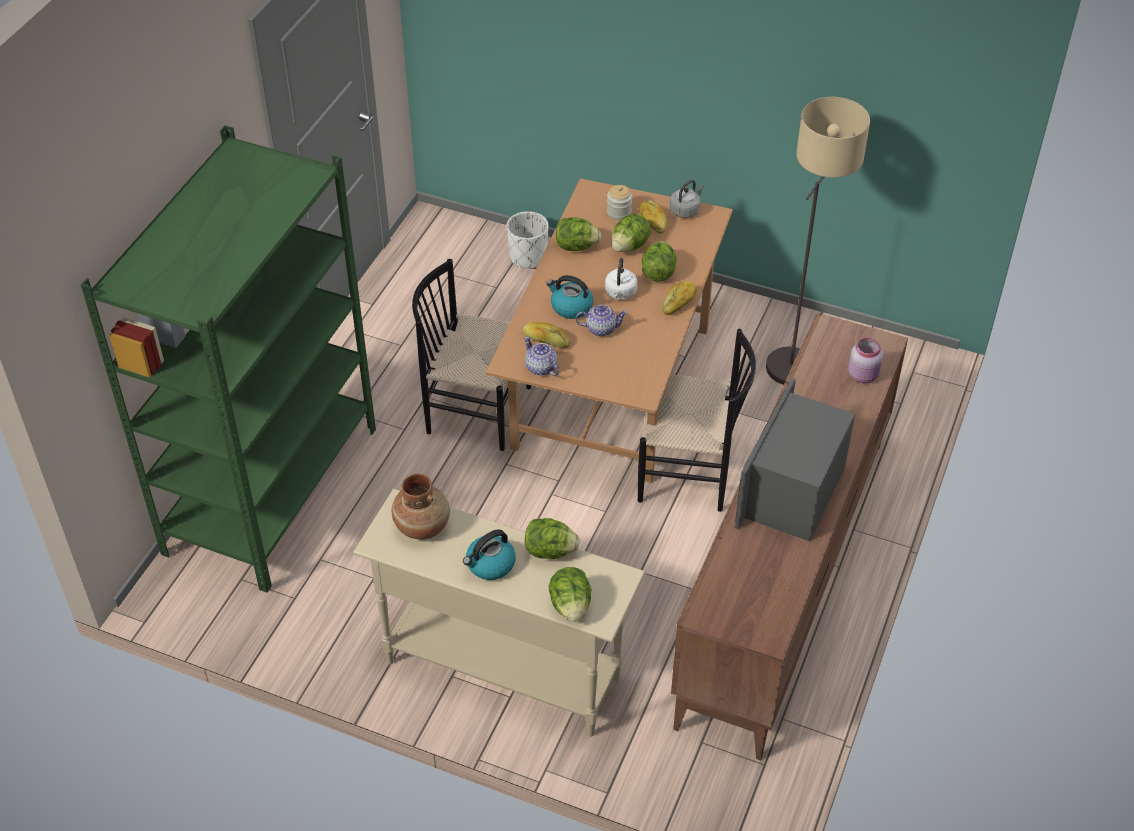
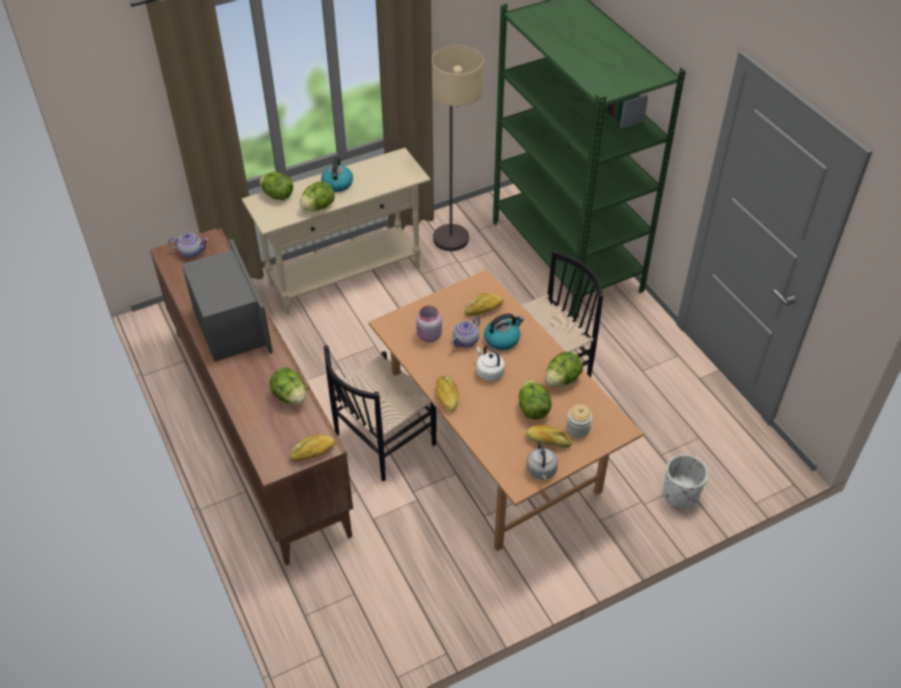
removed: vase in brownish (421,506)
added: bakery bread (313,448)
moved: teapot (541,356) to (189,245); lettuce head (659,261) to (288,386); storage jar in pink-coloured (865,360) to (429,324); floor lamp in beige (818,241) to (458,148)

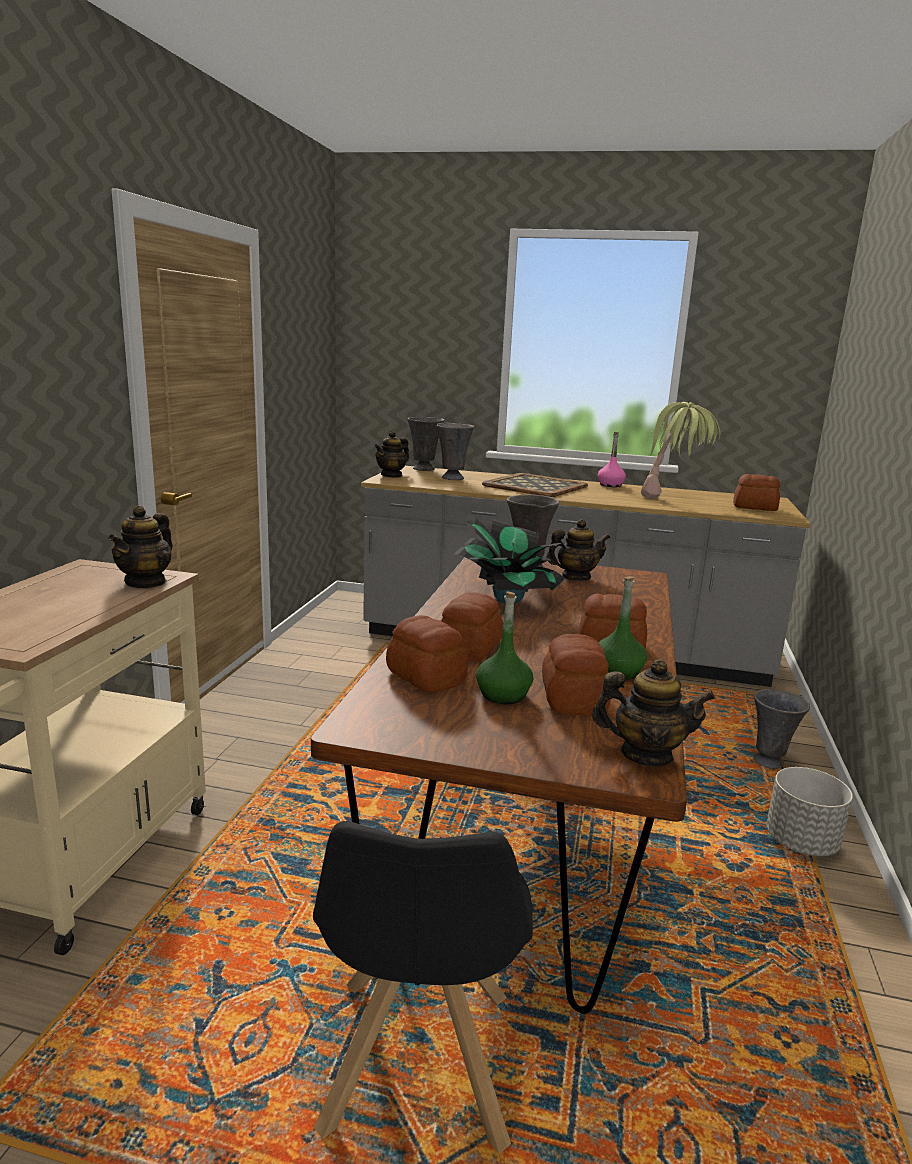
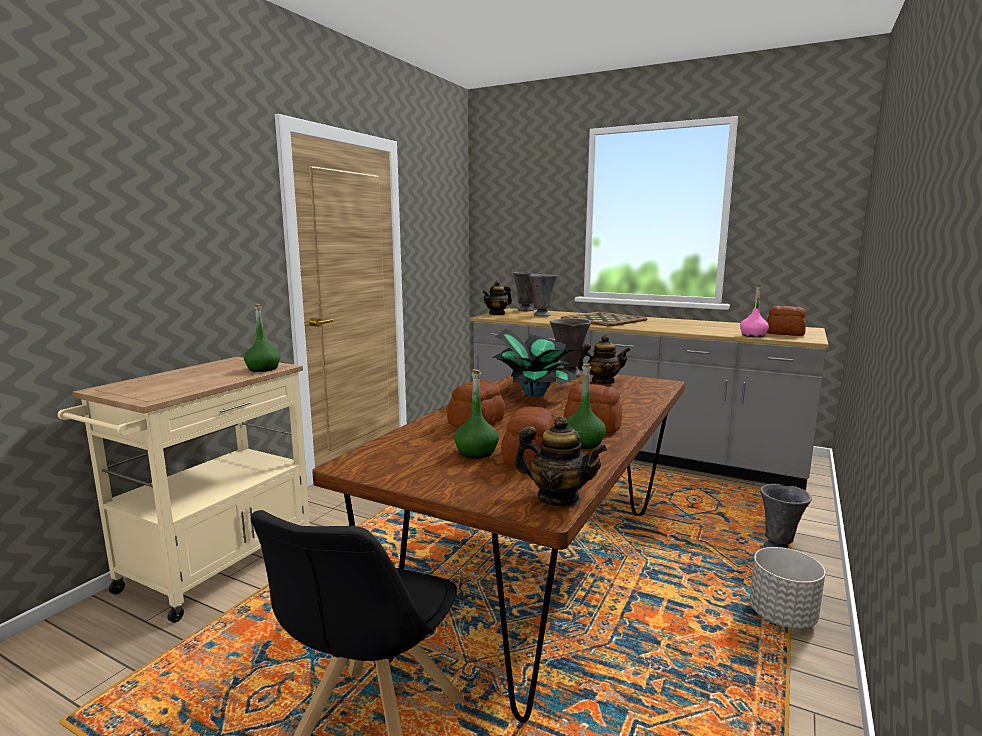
removed: bakery bread (427,654); potted plant (680,450)
moved: drink bottle in pink-coloured (612,459) to (754,311)
replaced: teapot (140,546) to drink bottle in greenish (262,338)

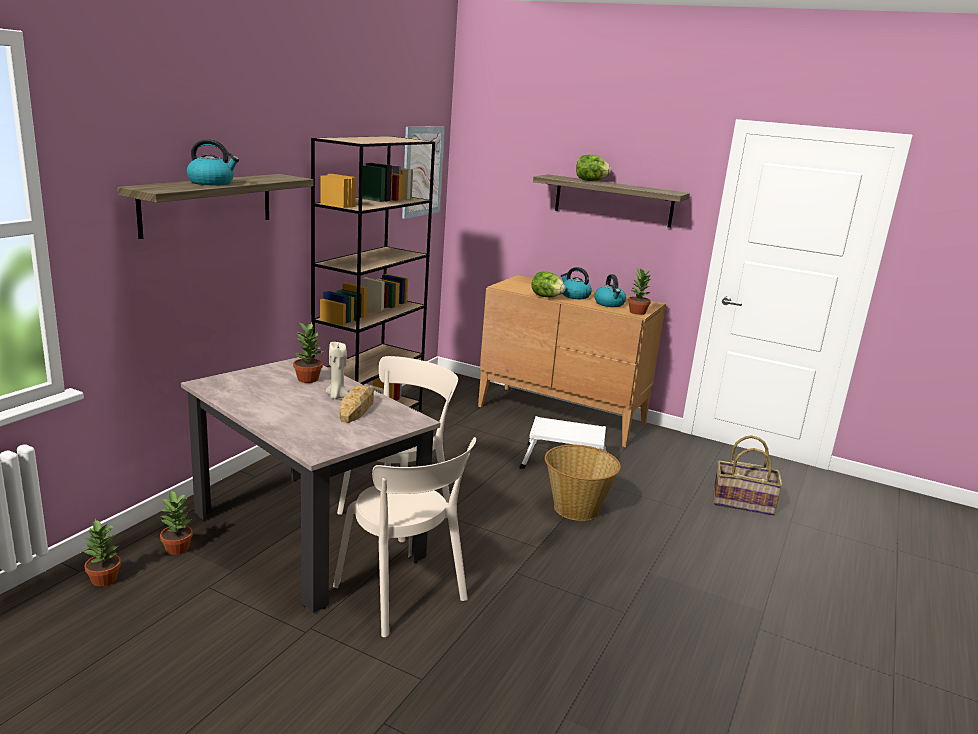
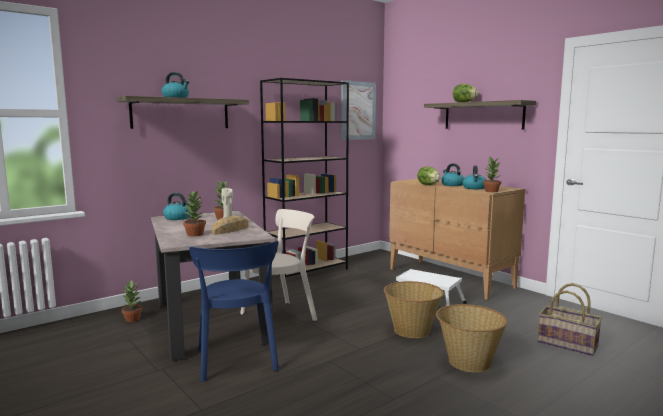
added: tea kettle (176,206); household basket (471,338)
moved: potted plant (102,552) to (194,214)
recoloured: chair in beige (404,537) to chair in blue-coloured (234,311)

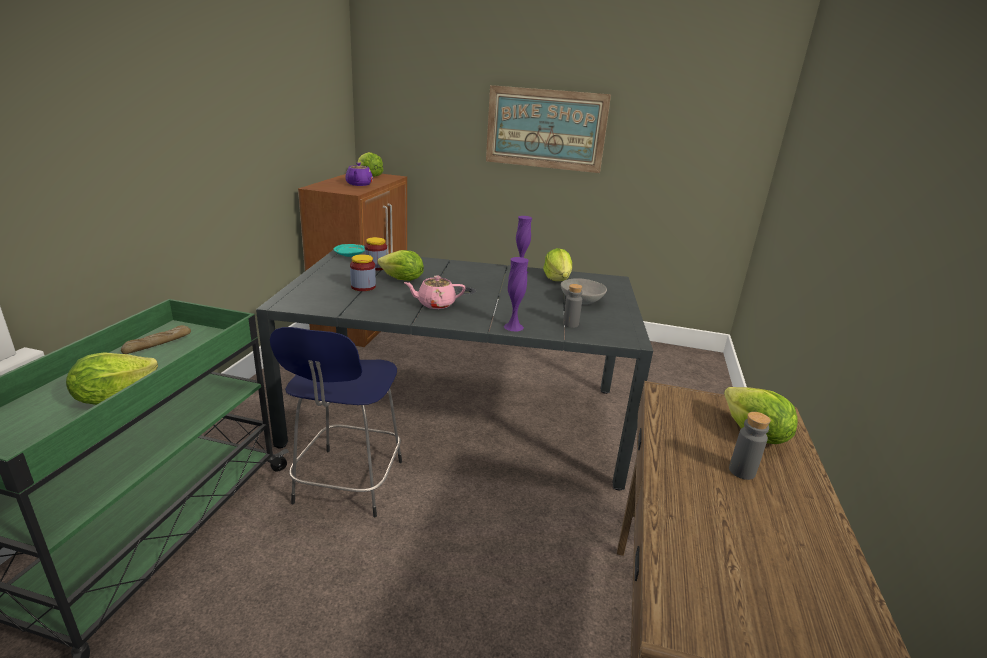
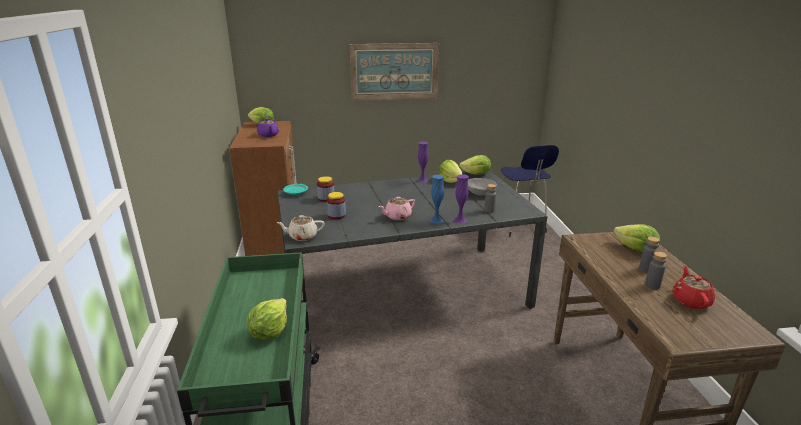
removed: bakery bread (156,339)
added: teapot in beige (300,228); vase in blue-coloured (437,199); drink bottle in gray (656,270); teapot in red (693,287)
moved: lettuce head (400,265) to (475,164); stool seat in blue-coloured (336,422) to (530,191)

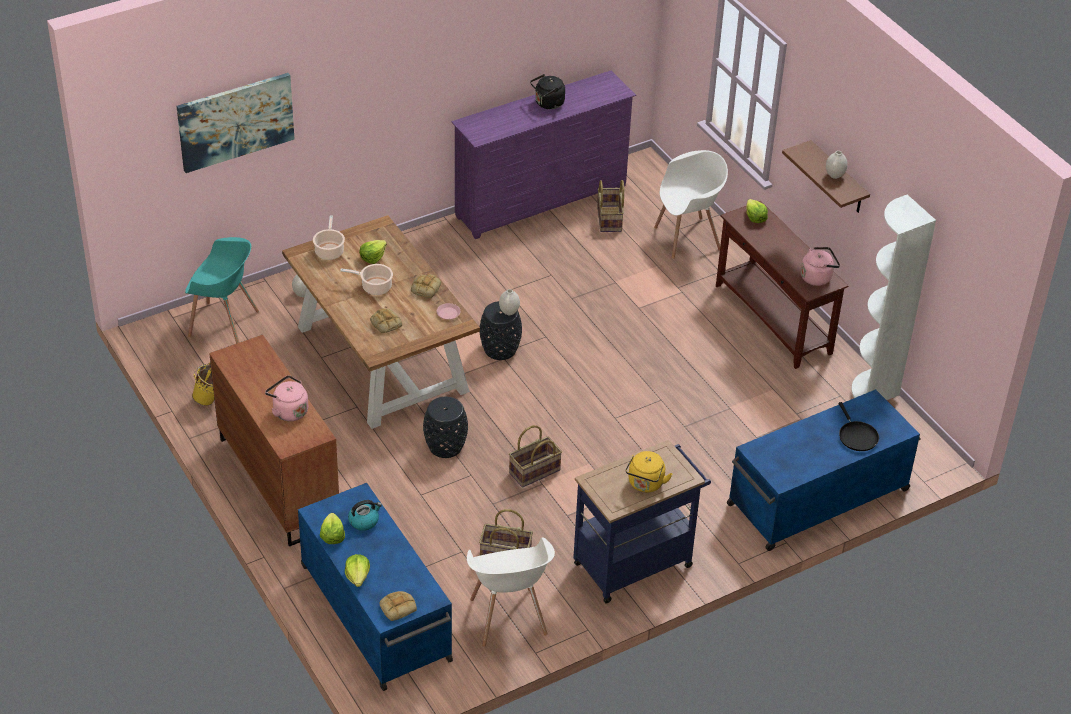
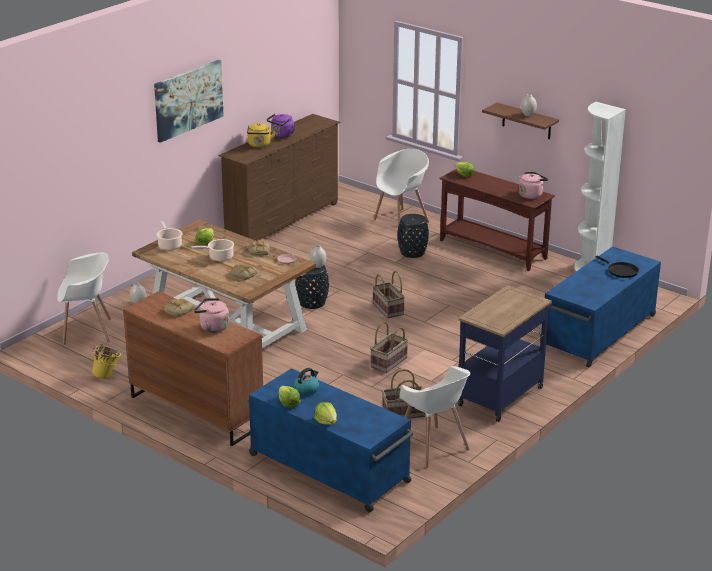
moved: wall picture (235,123) to (189,101); bakery bread (398,606) to (178,308); tea kettle in yellow (648,471) to (261,135); household basket (610,206) to (388,295); stool seat in blackish (445,427) to (413,236)
recoloured: chair in turquoise (222,290) to chair in whitish (84,298); drawer chest in purplish (543,155) to drawer chest in brownish (279,177); tea kettle in blackish (547,91) to tea kettle in purplish (281,126)

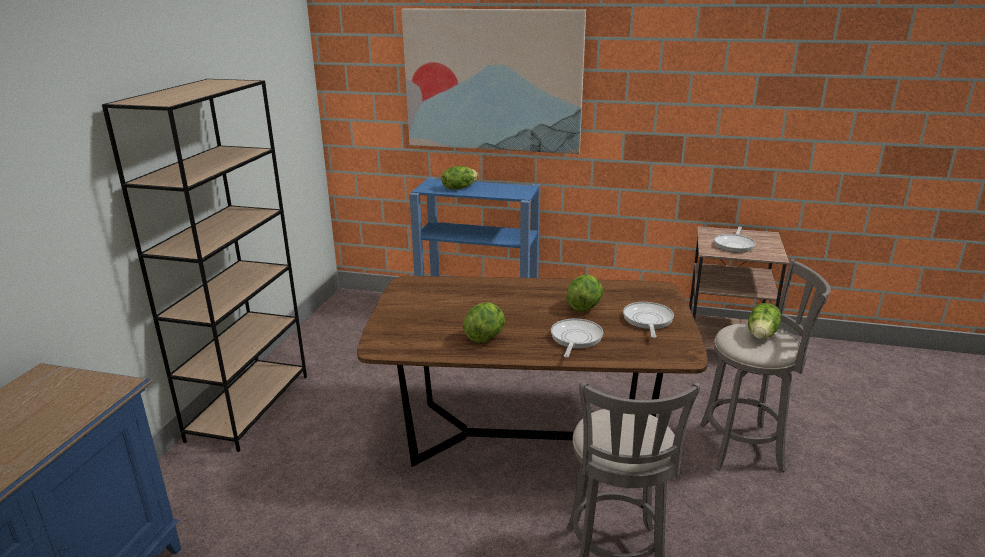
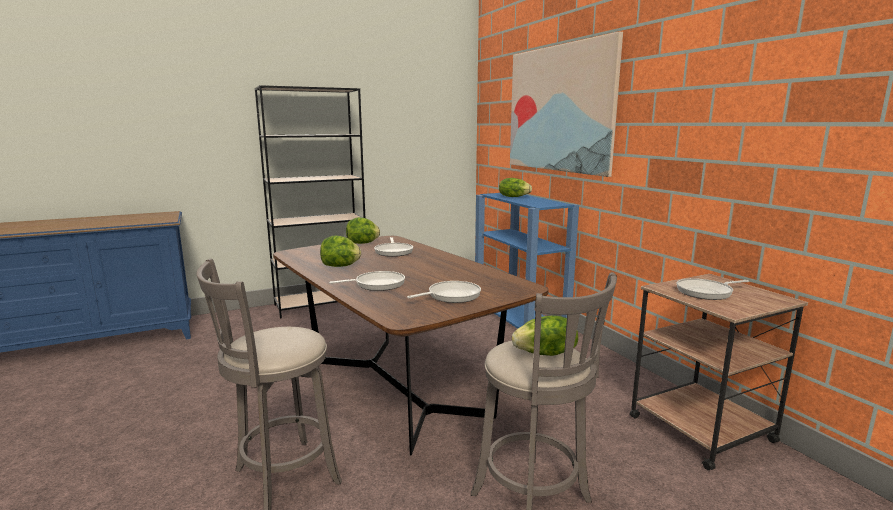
added: frying pan (393,247)
moved: lettuce head (584,293) to (363,230)

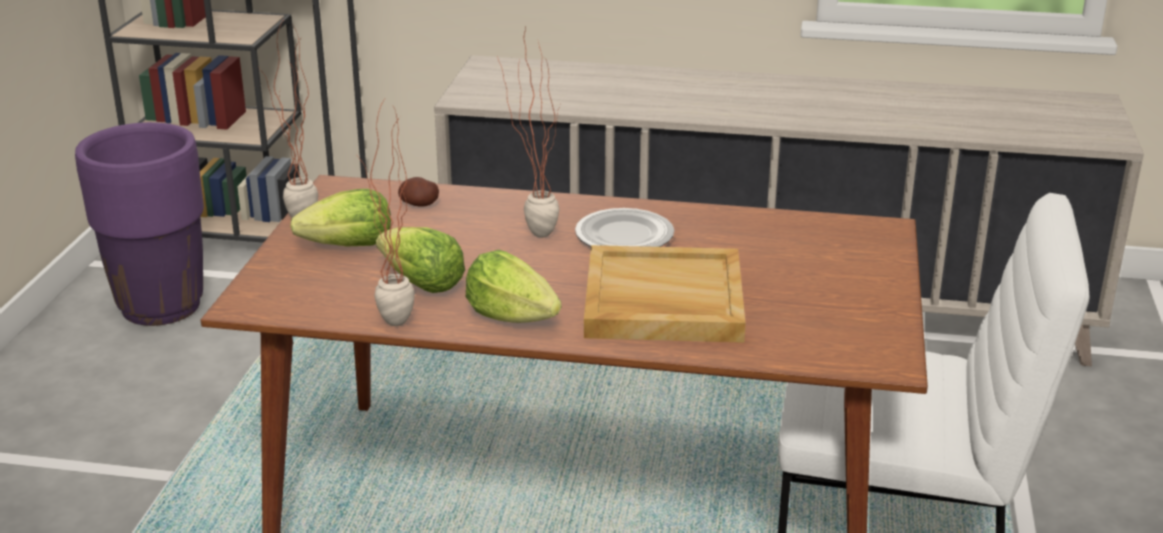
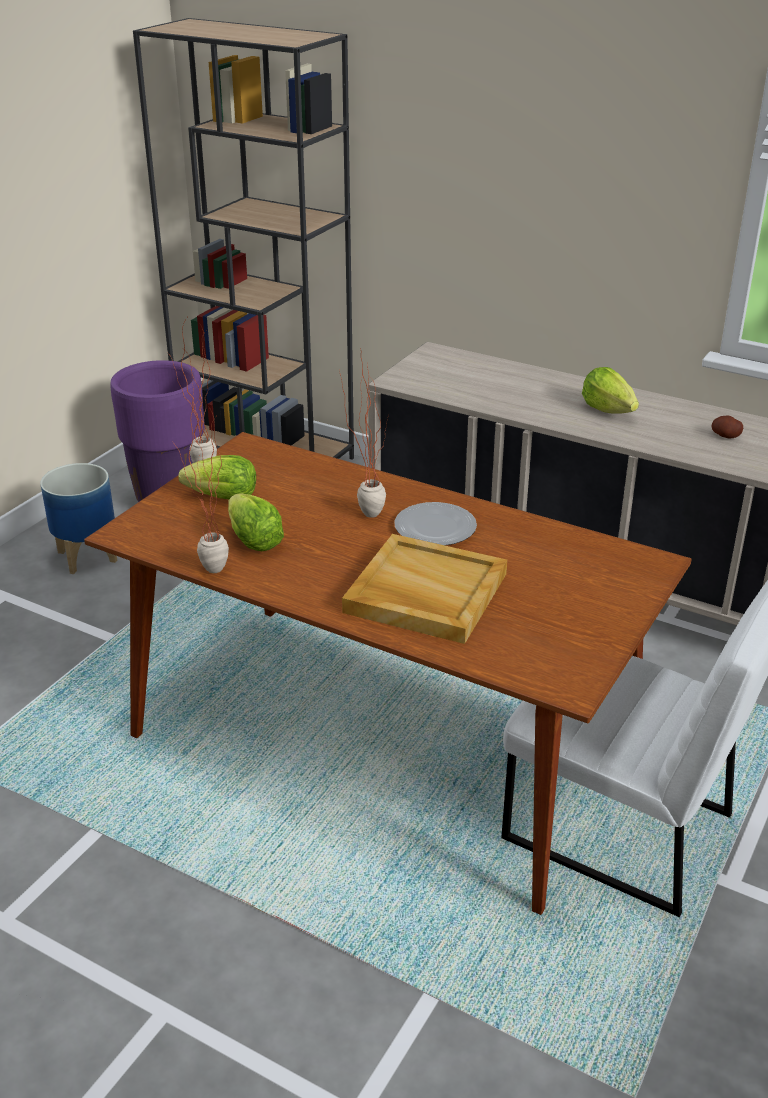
added: plant pot (78,518)
moved: lettuce head (513,286) to (610,390); whole potato (418,192) to (727,427)

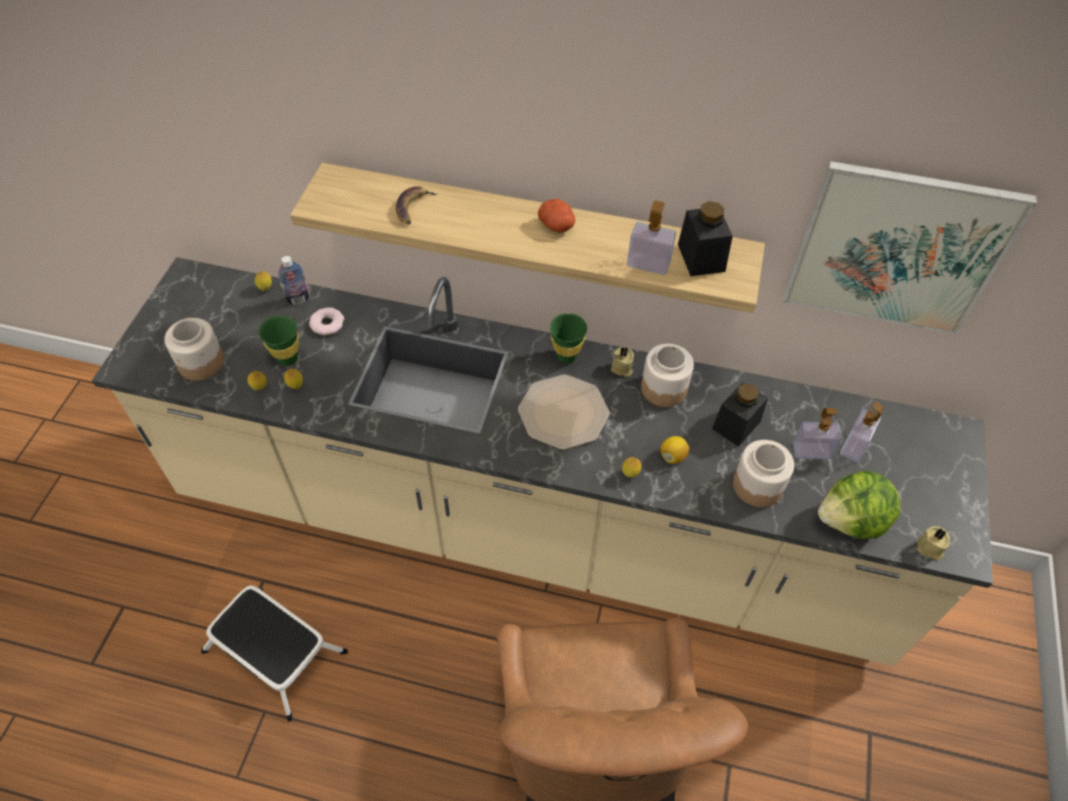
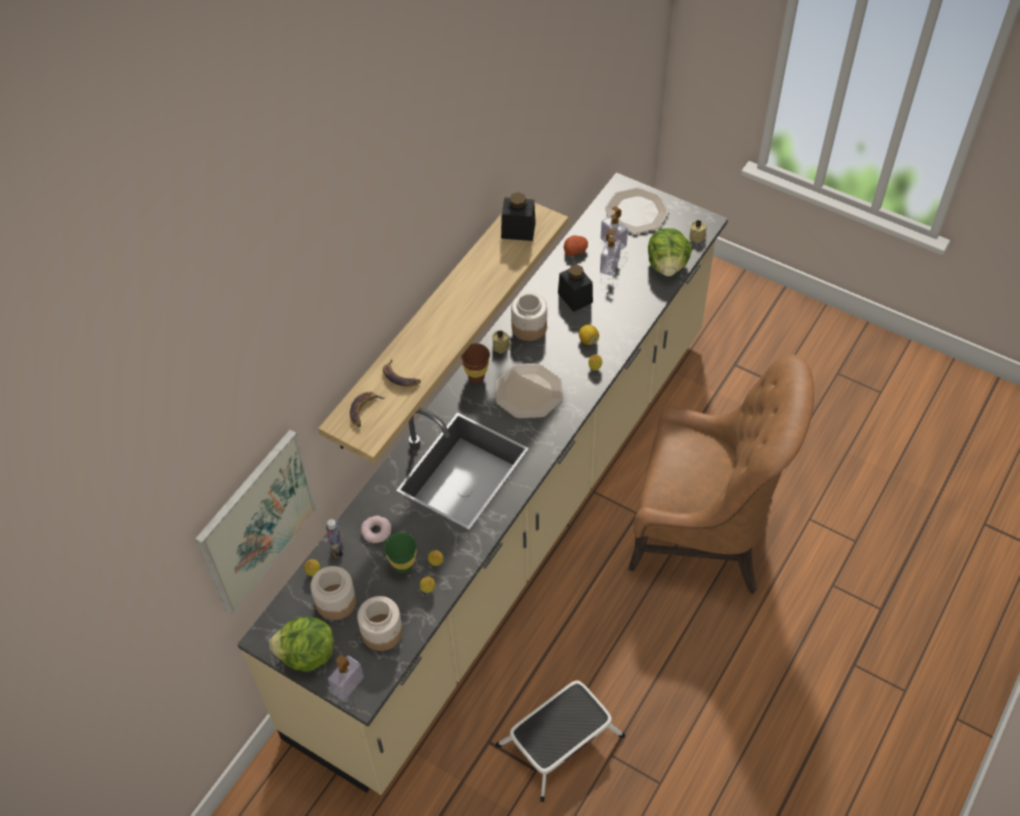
added: lettuce head (301,644); banana fruit (368,409); flat dish (637,210)
moved: wall picture (909,248) to (256,521); storage jar (763,473) to (333,593); liquid soap bottle (651,237) to (346,678); whole potato (556,216) to (576,245)
recoloured: drinking cup in greenish (568,338) to drinking cup in brownish (475,363)

